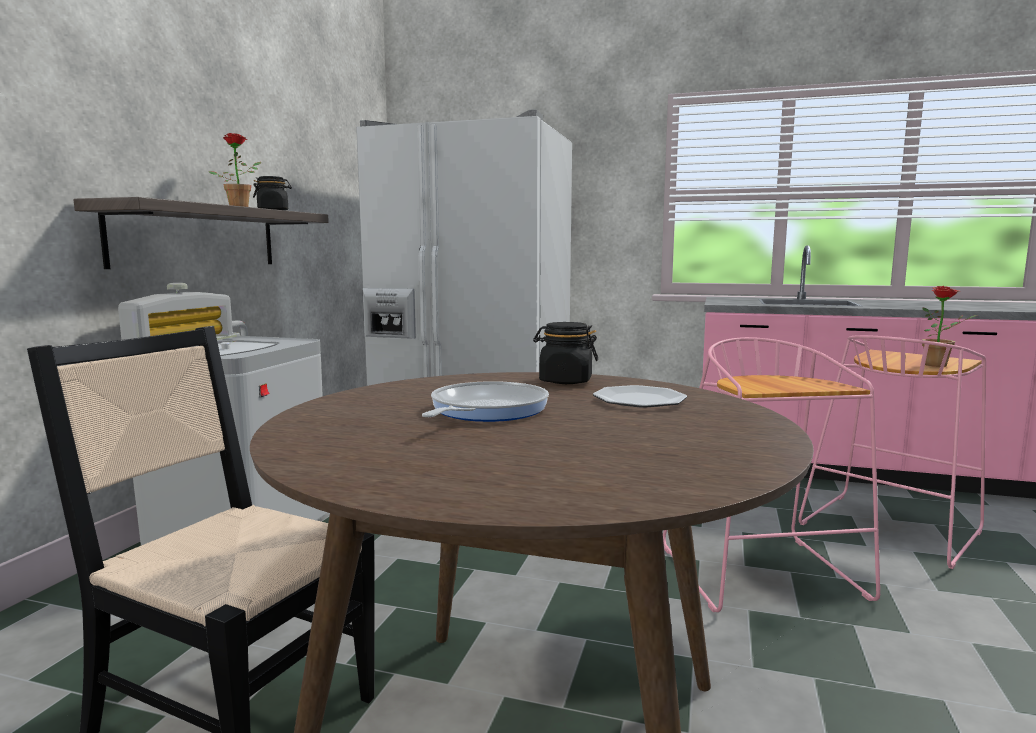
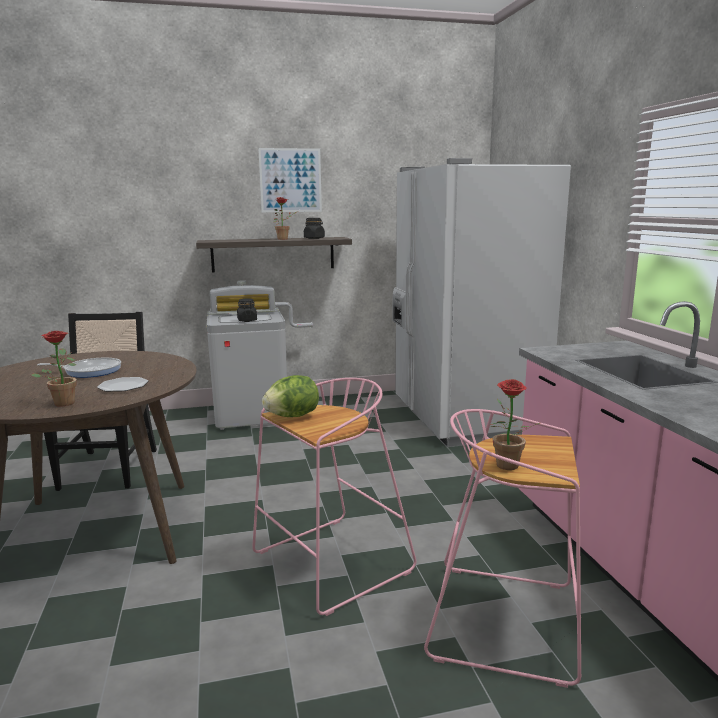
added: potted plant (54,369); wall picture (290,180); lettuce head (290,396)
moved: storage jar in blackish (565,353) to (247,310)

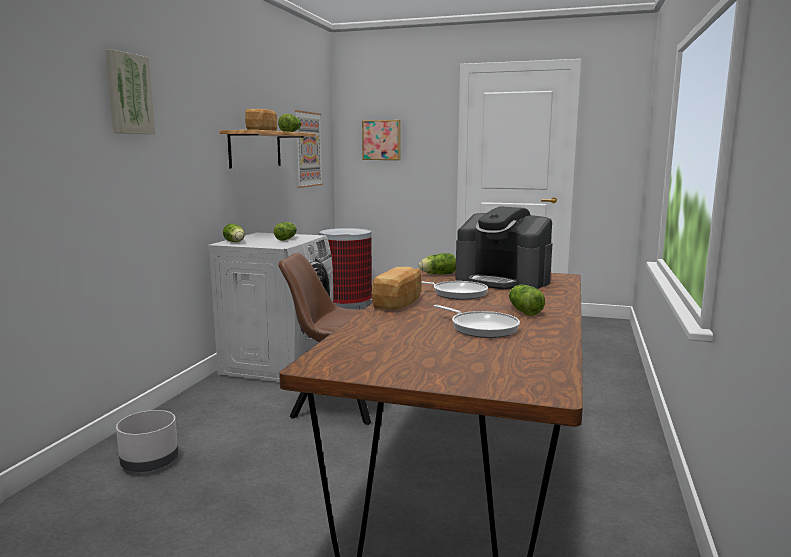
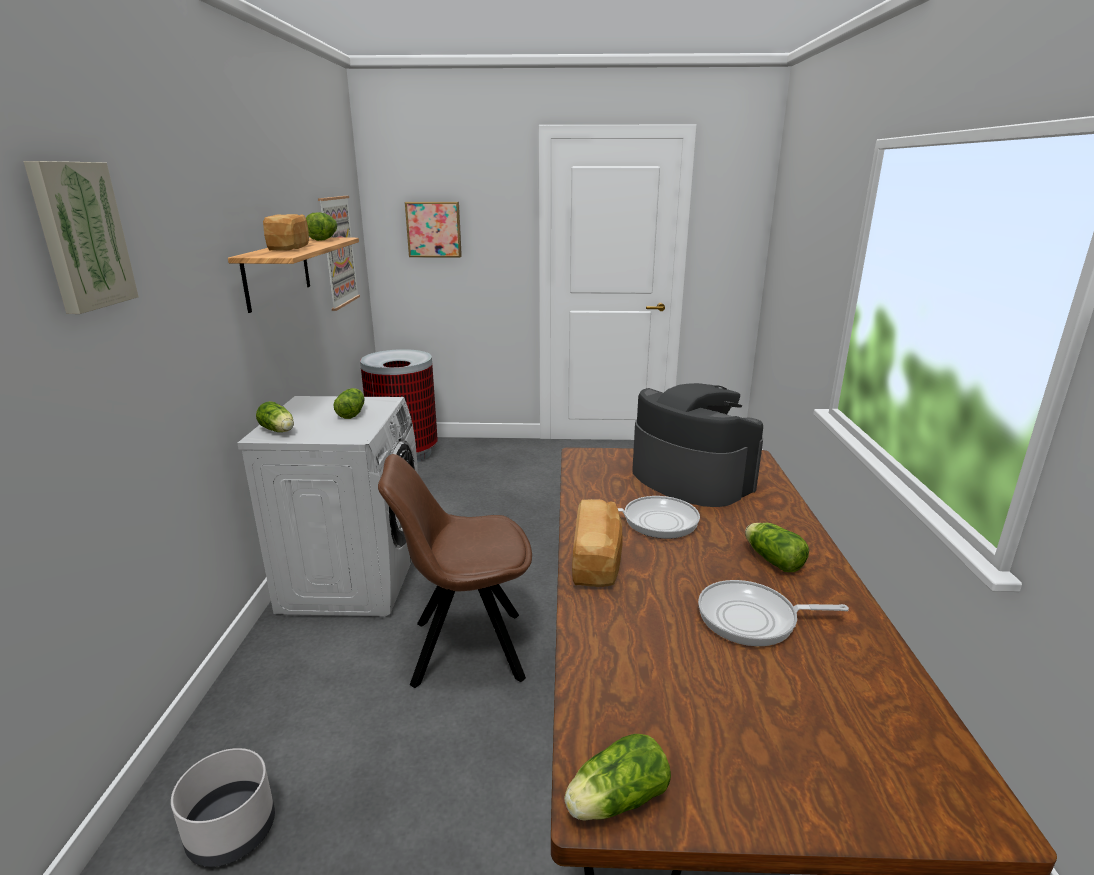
moved: lettuce head (437,263) to (617,777)
turned: coffee maker (504,248) = (697,445) 150 degrees counterclockwise; frying pan (477,321) = (773,613) 150 degrees clockwise

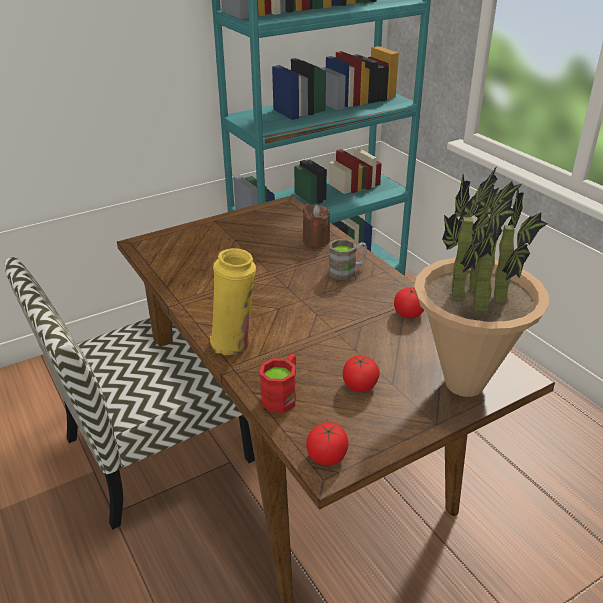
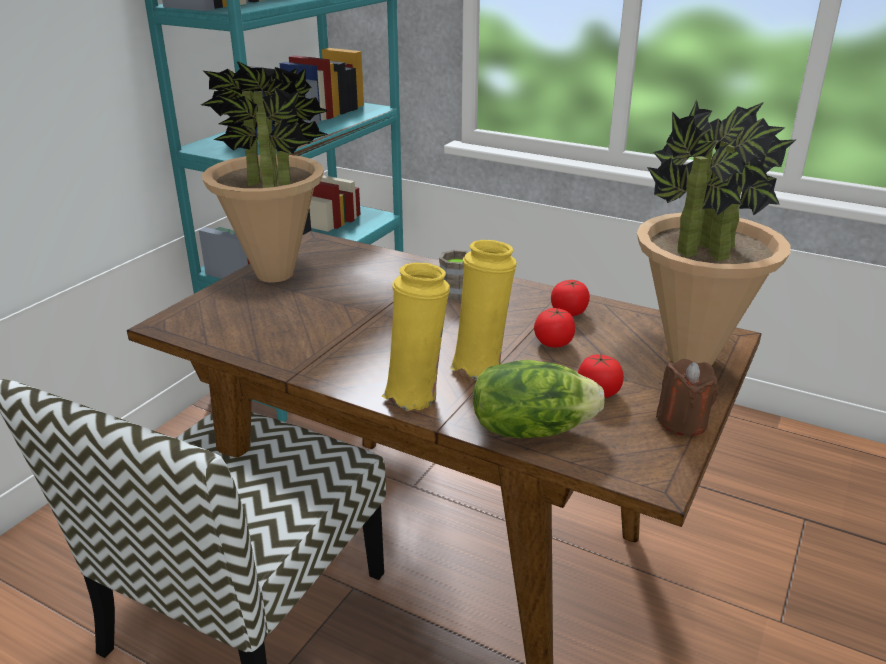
added: potted plant (264,171); vase in yellow (483,310)
moved: tomato (327,444) to (554,328); wax candle in brownish (316,226) to (687,397)
replaced: mug in red (277,383) to lettuce head (539,399)

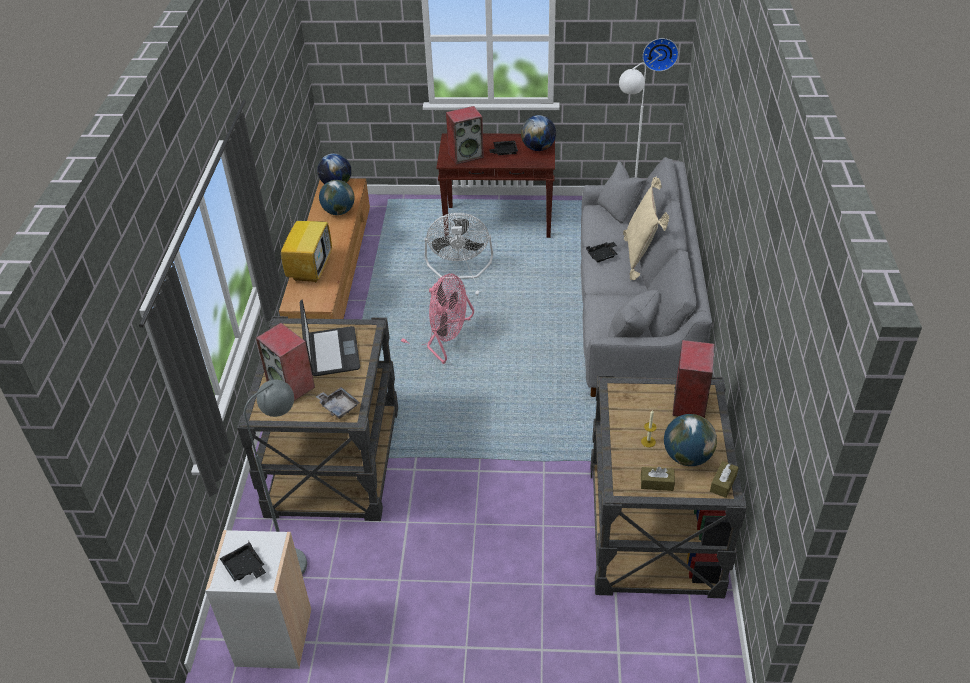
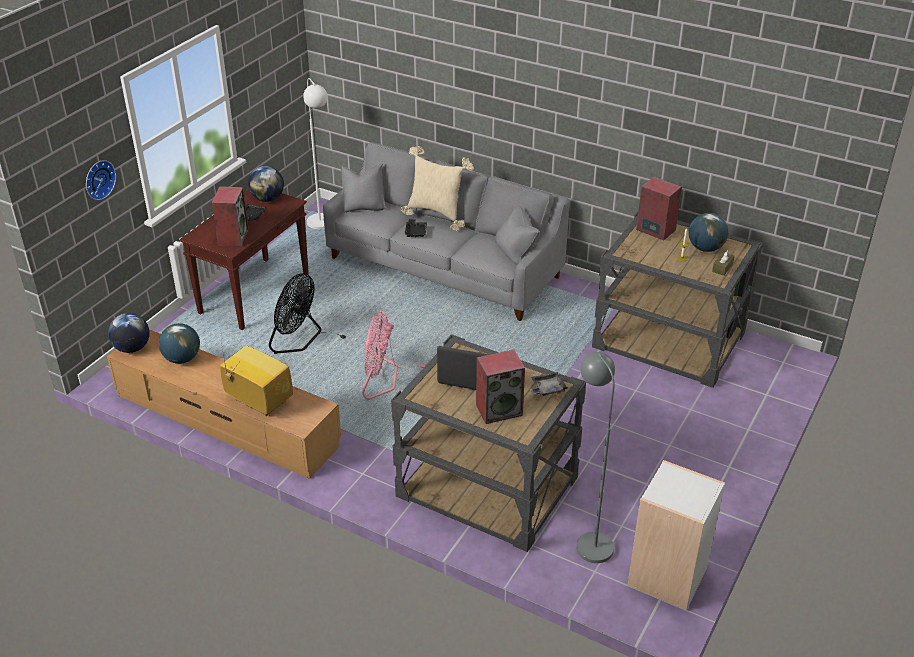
removed: tray in blackish (243,561); box of tissues in brownish (724,479)
moved: hanging clock (660,55) to (101,180)
recoloured: electric fan in whitish (458,254) to electric fan in blackish (307,313)
turned: electric fan in pink-coloured (437,318) = (394,355) 135 degrees counterclockwise

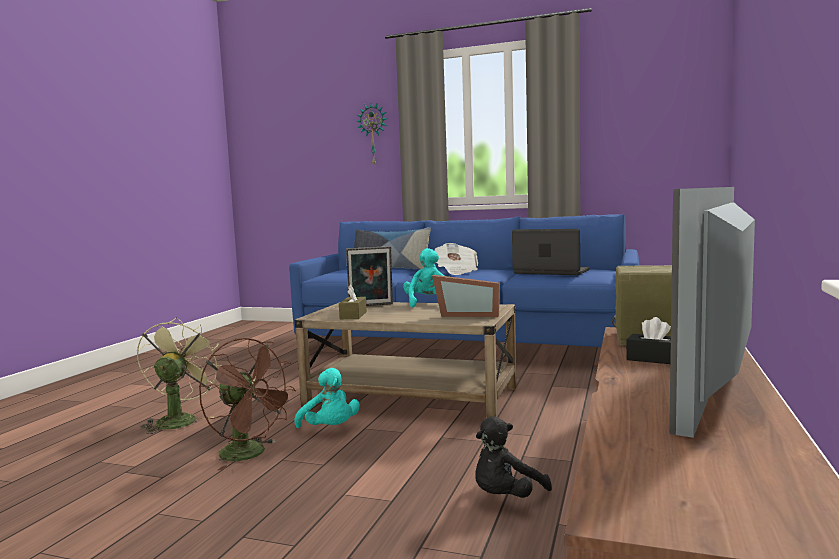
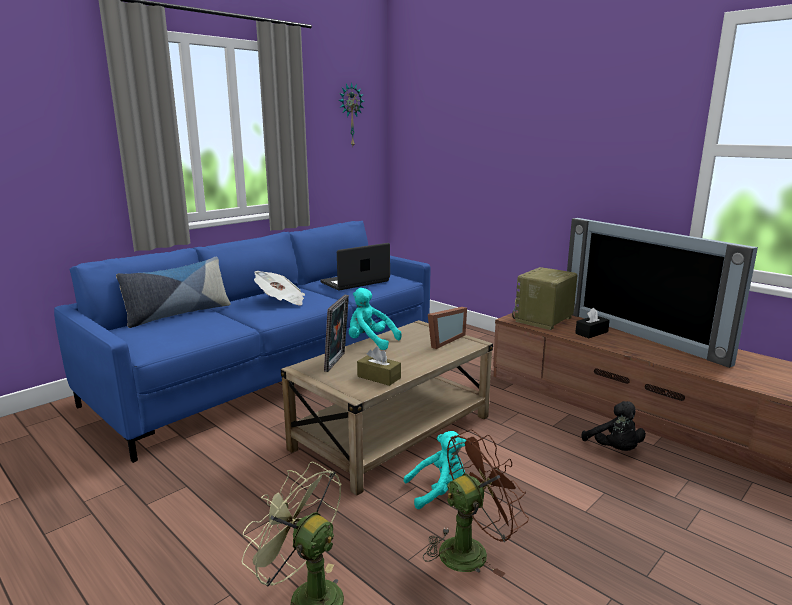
moved: hanging clock (372,134) to (351,114)

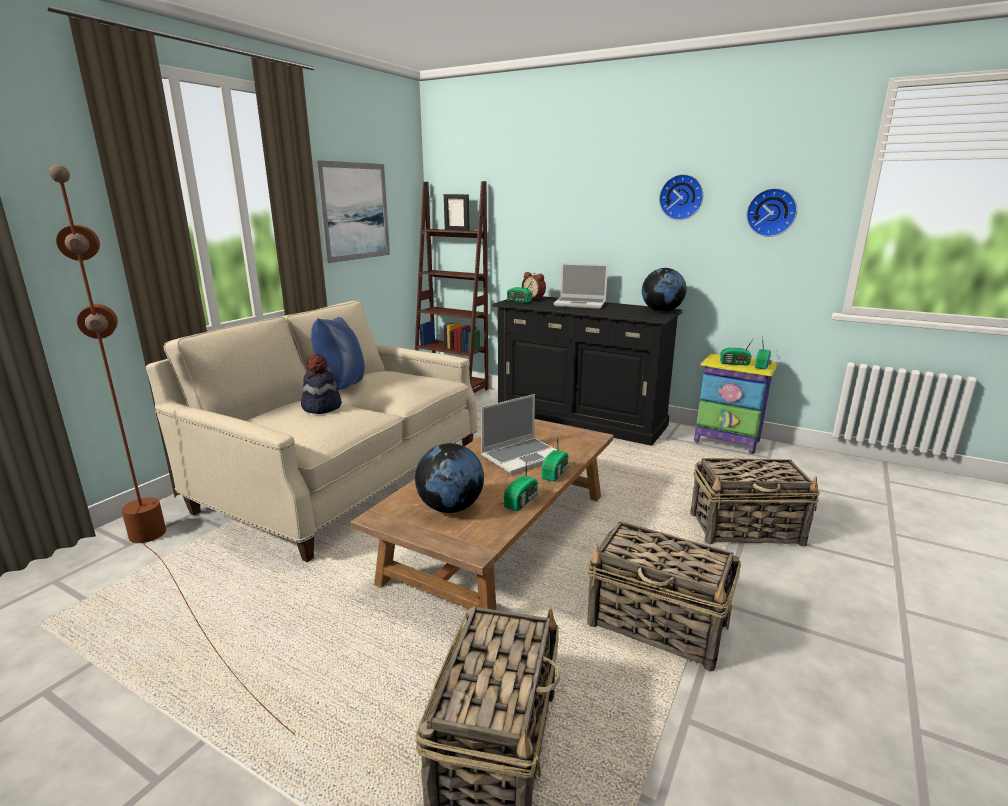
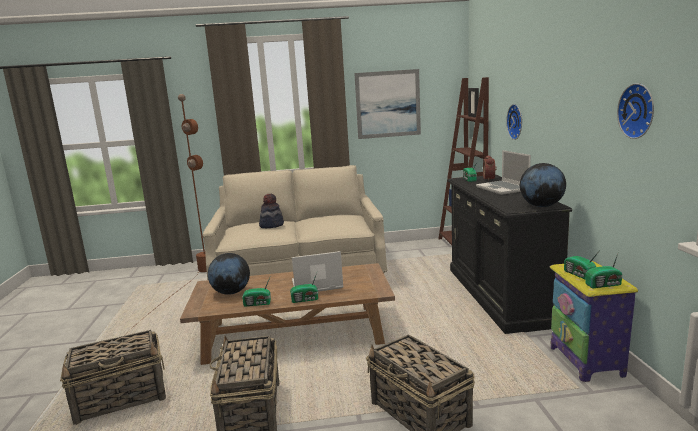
removed: cushion in blue-coloured (338,353)
moved: hanging clock (681,197) to (514,122)
turned: laptop (519,434) = (317,271) 150 degrees clockwise

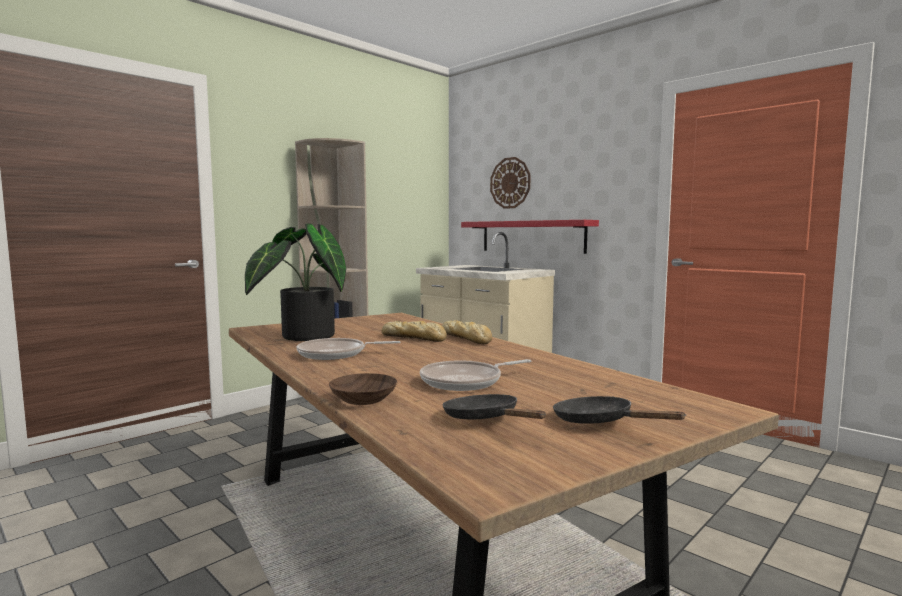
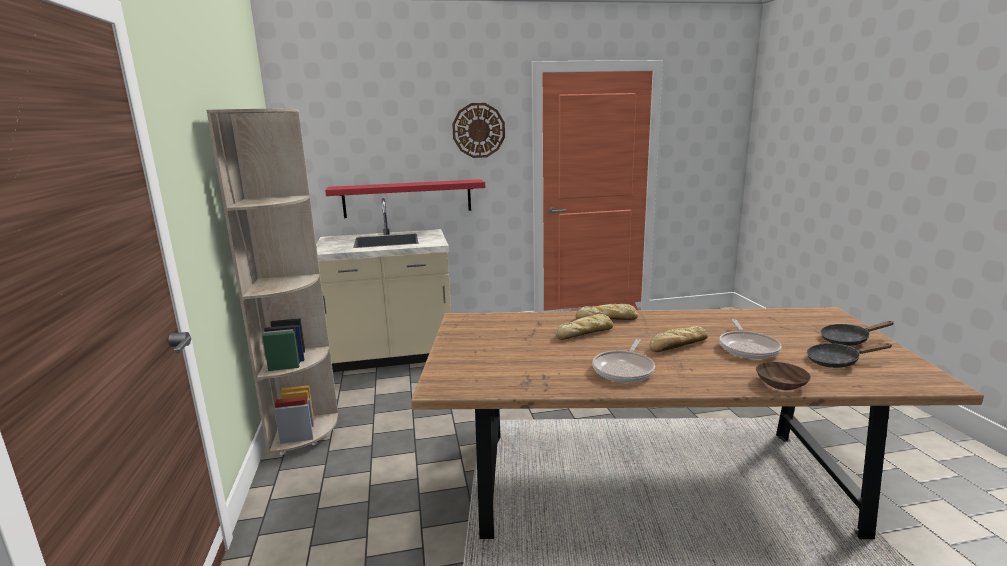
removed: potted plant (295,282)
added: bakery bread (679,339)
moved: hanging clock (510,183) to (478,130)

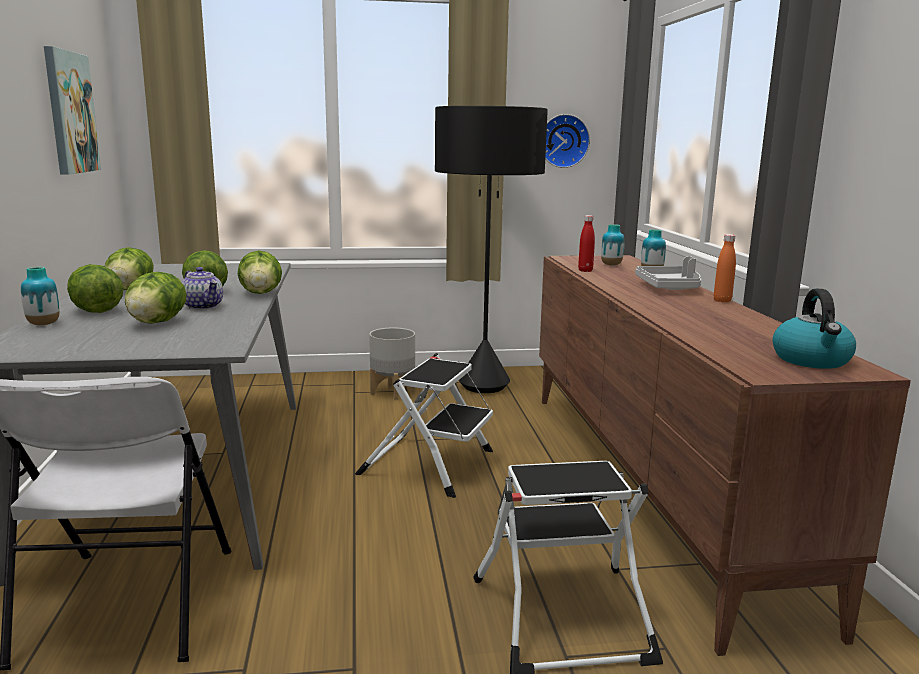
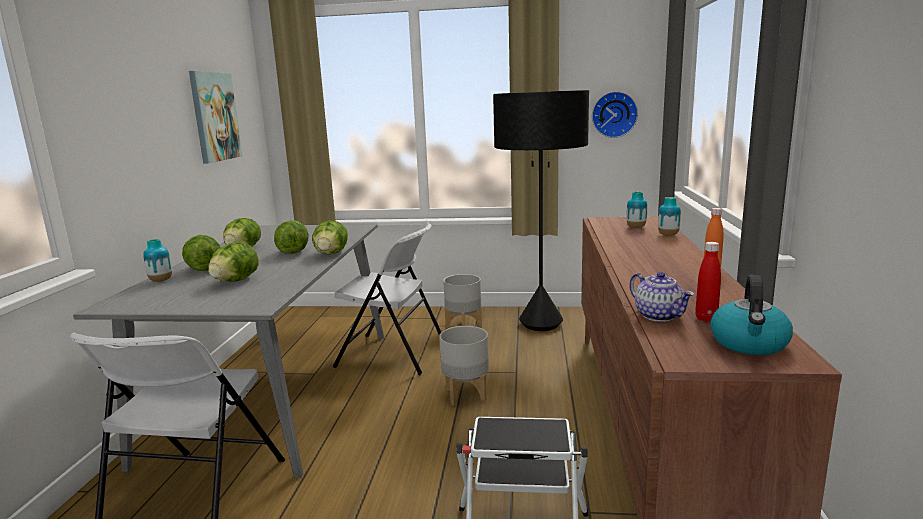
removed: tray in gray (668,273)
added: chair in whitish (387,299)
moved: teapot (202,288) to (661,297); drink bottle in red (586,243) to (708,282)
replaced: step ladder (424,425) to plant pot in gray (464,366)

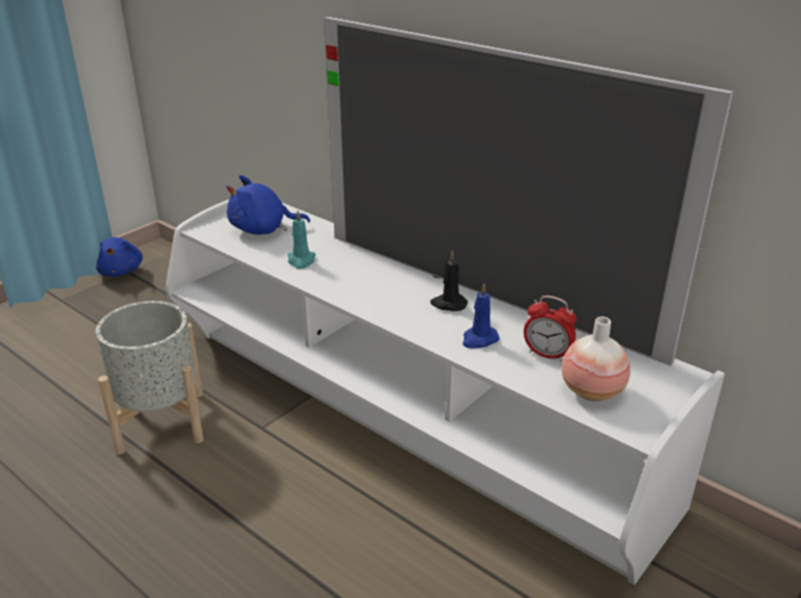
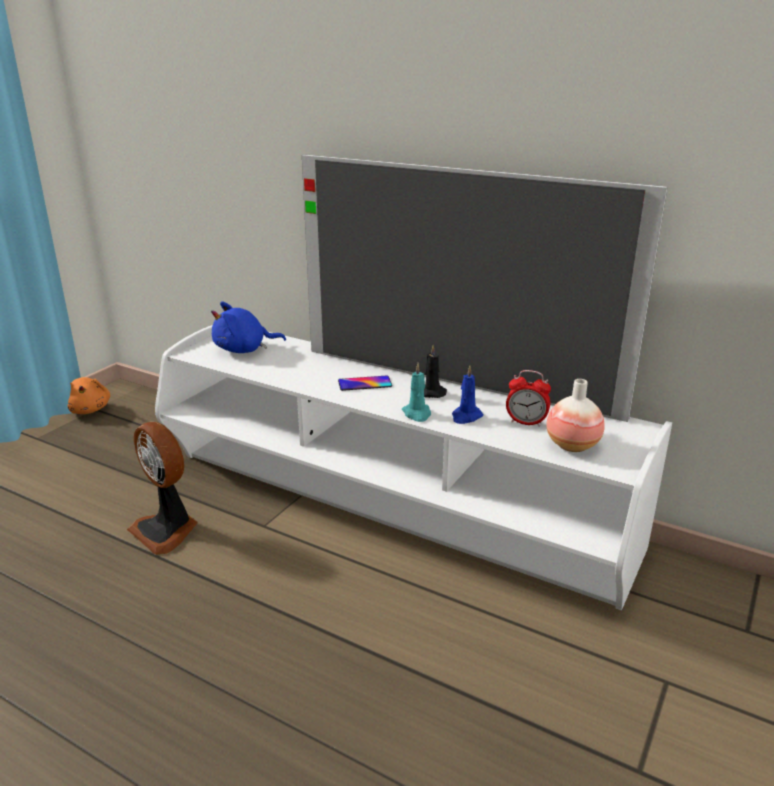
added: telephone (365,383)
moved: wax candle in turquoise (302,239) to (416,392)
replaced: plant pot in gray (150,377) to electric fan (162,488)
recoloured: plush toy in blue-coloured (119,257) to plush toy in orangey (89,395)

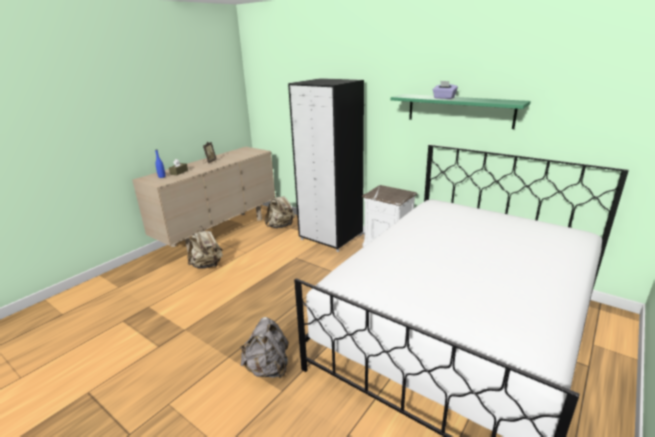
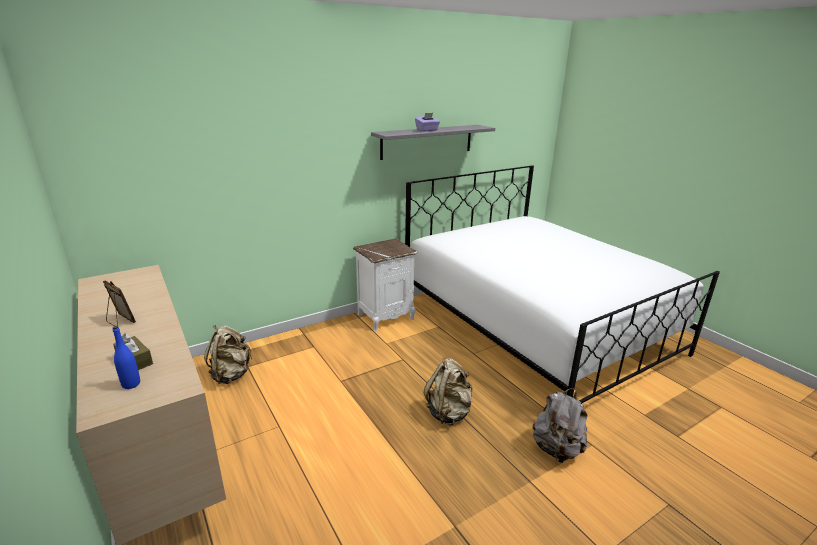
removed: clothes cupboard (326,165)
moved: backpack in beige (205,247) to (448,392)
recoloured: bracket shelf in greenish (461,111) to bracket shelf in gray (433,142)

